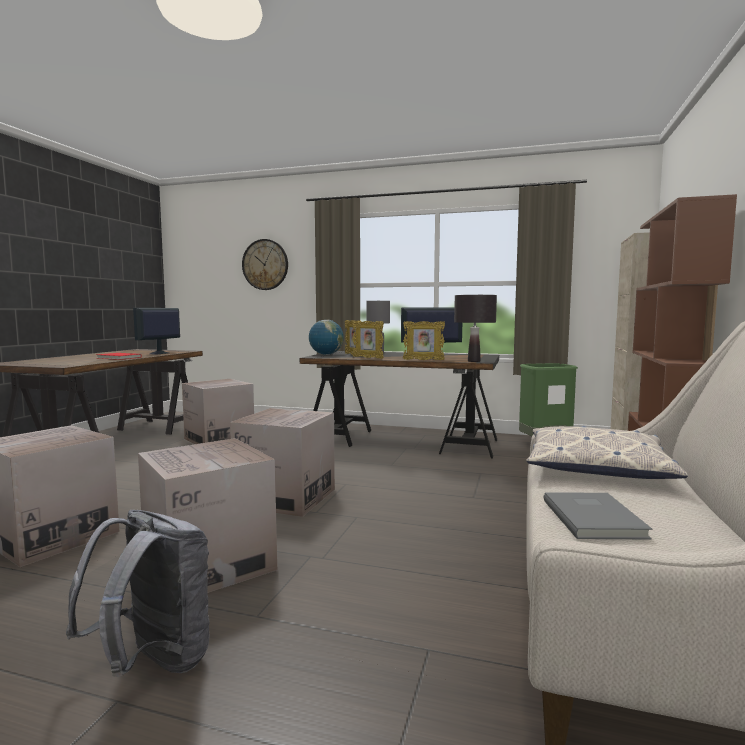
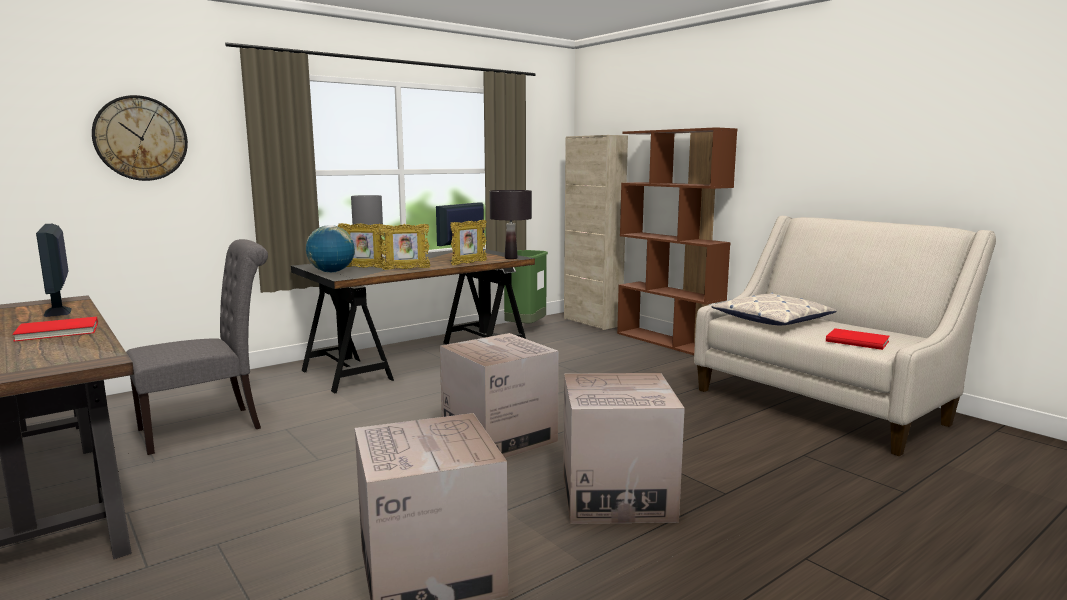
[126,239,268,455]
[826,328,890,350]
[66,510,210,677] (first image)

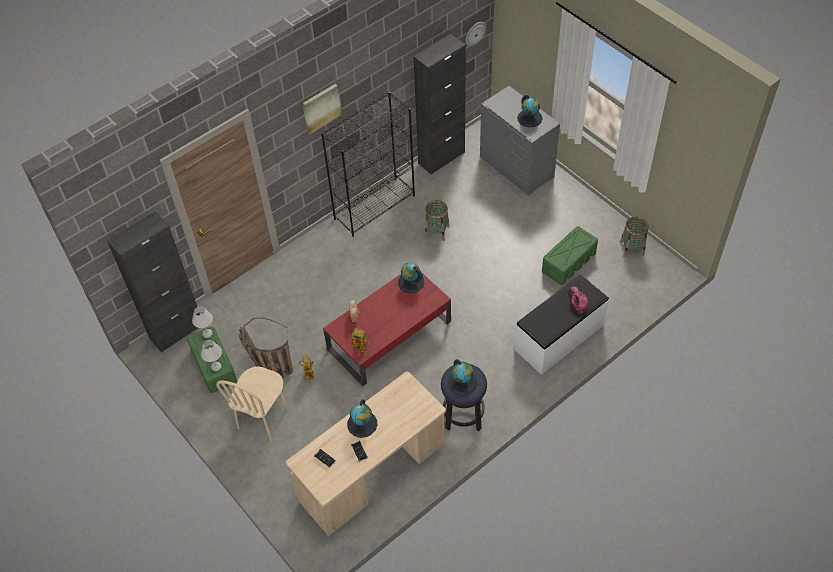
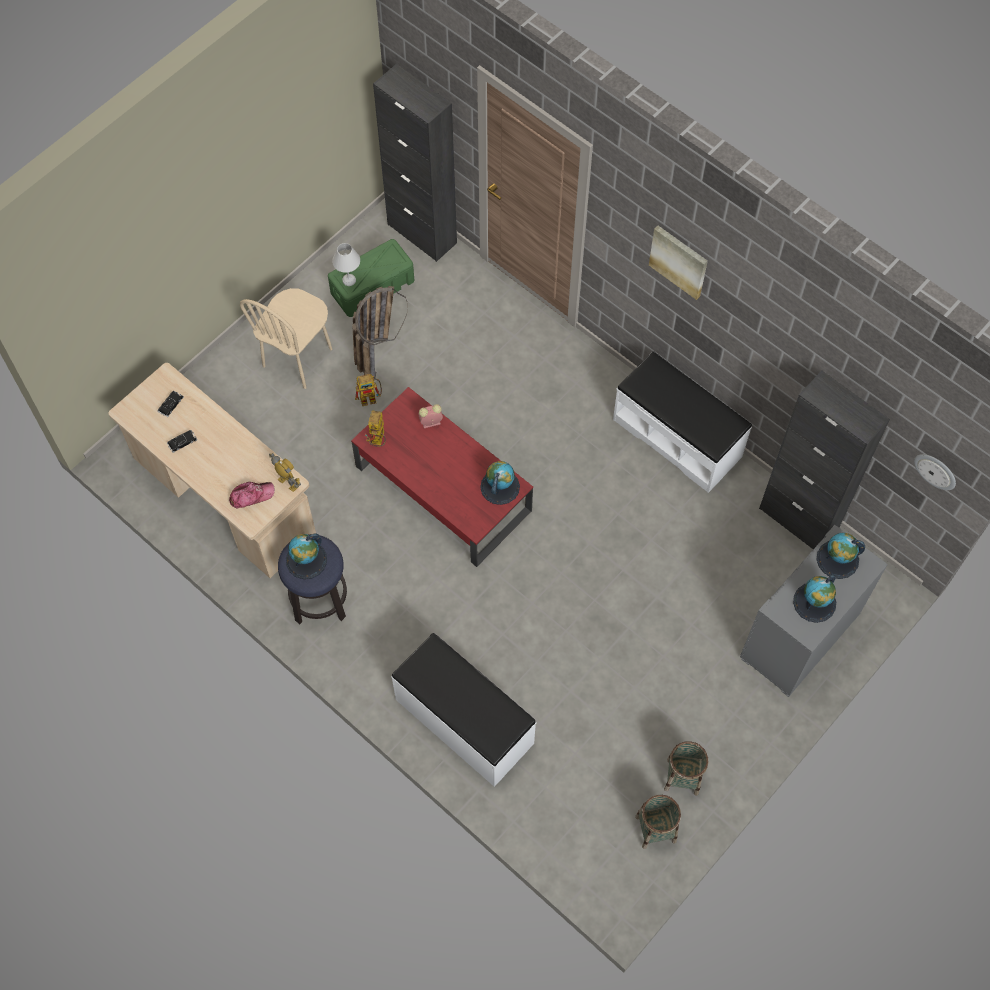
[613,351,752,493]
[664,741,708,796]
[542,226,598,285] (first image)
[229,482,275,508]
[192,307,213,338] (first image)
[240,288,332,389]
[816,533,865,579]
[269,453,301,492]

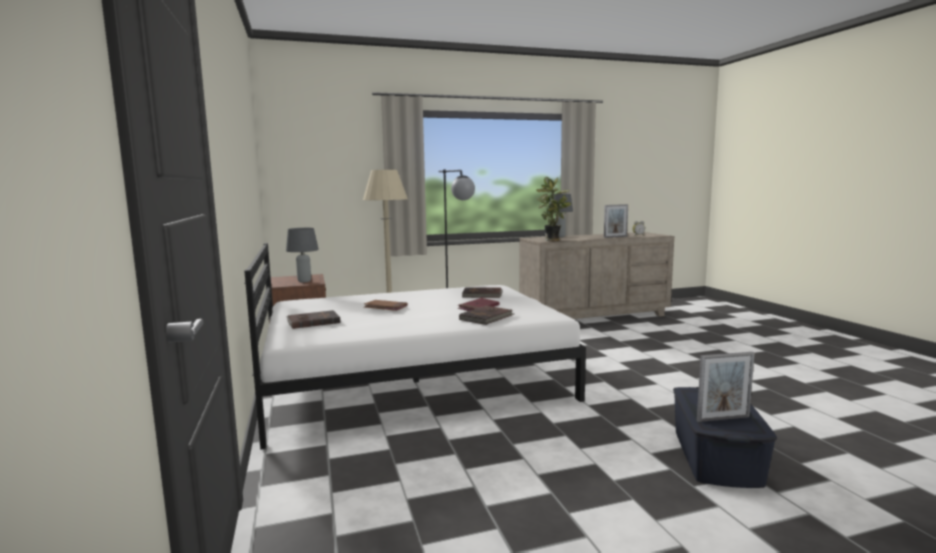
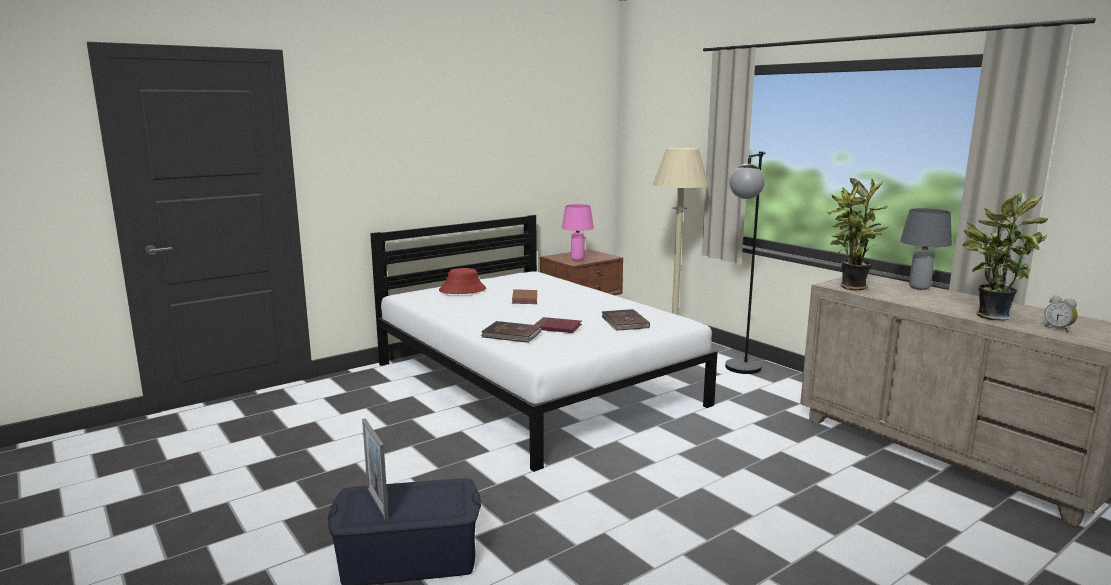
[962,191,1048,321]
[562,204,594,261]
[439,268,486,294]

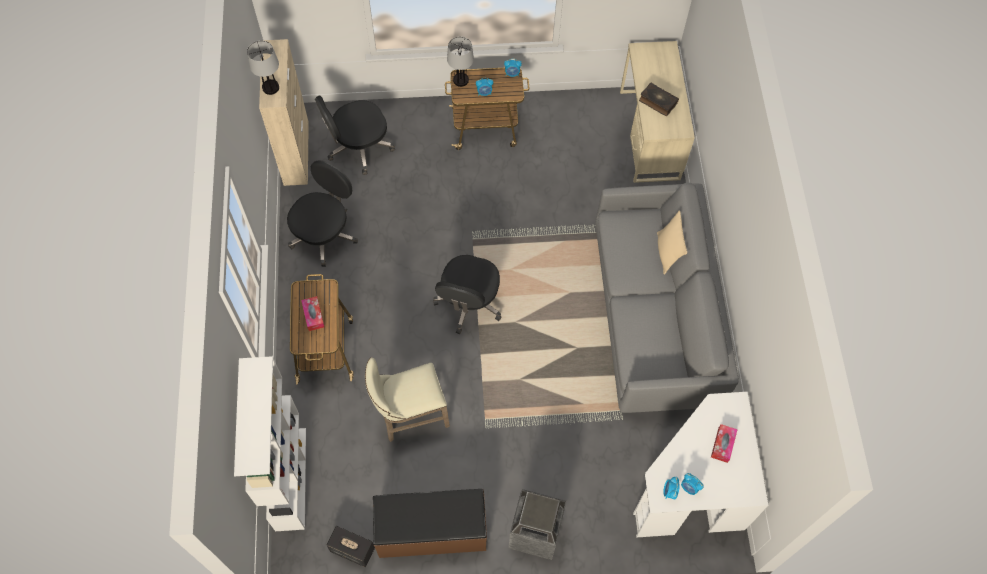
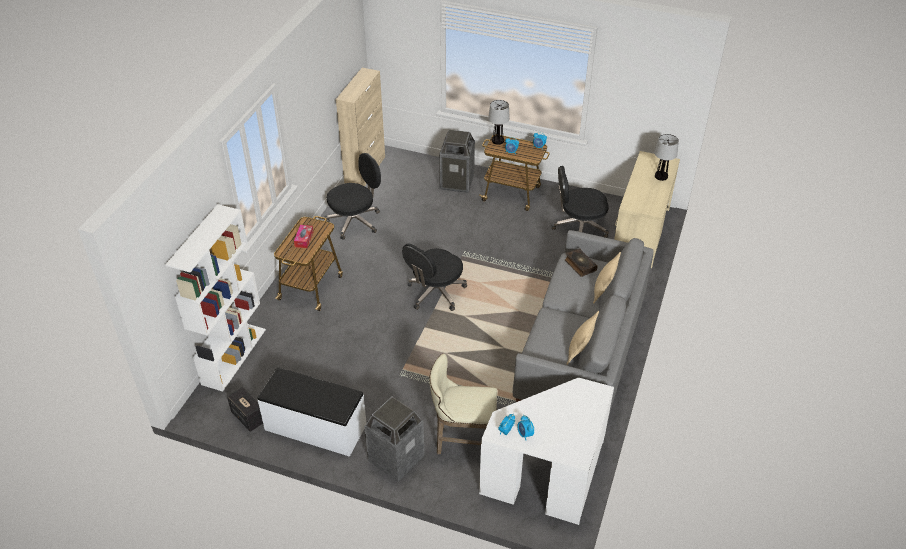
[655,134,679,181]
[565,248,597,277]
[552,166,609,238]
[429,353,498,454]
[711,424,738,463] (first image)
[258,367,366,457]
[439,130,475,193]
[566,311,599,365]

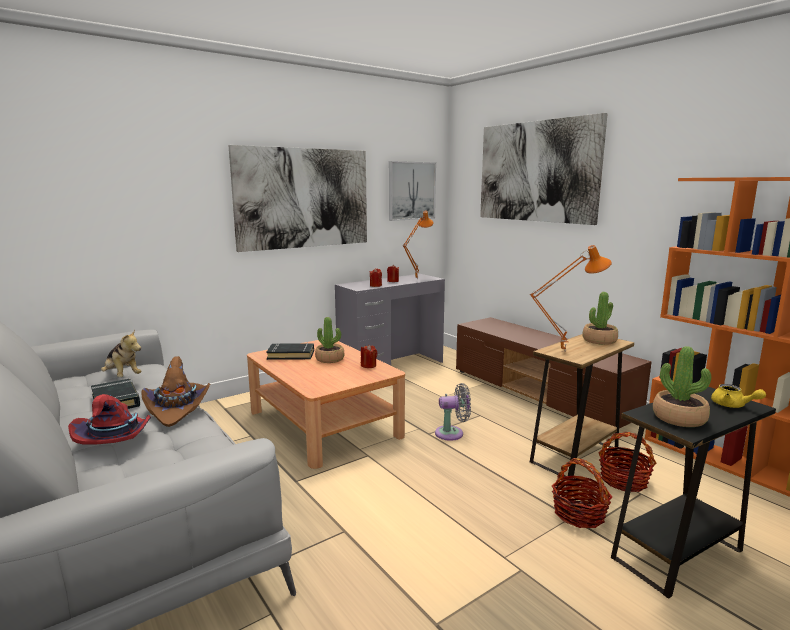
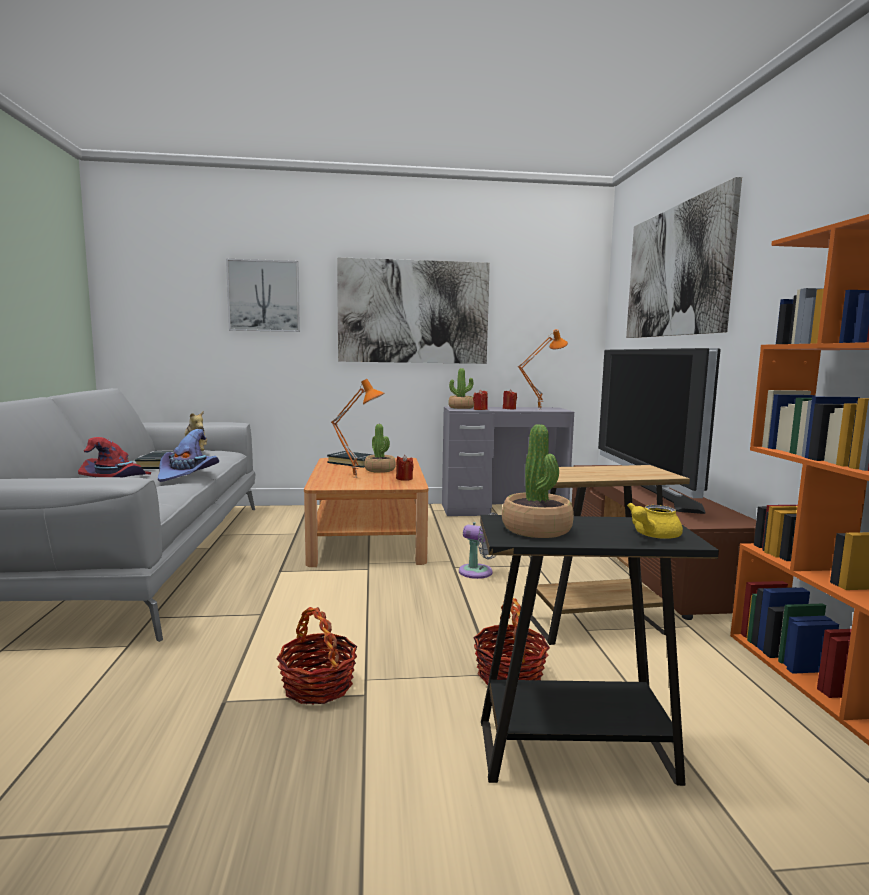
[226,259,300,332]
[331,379,385,478]
[448,368,474,409]
[158,429,219,482]
[627,503,683,539]
[276,607,357,705]
[598,348,721,514]

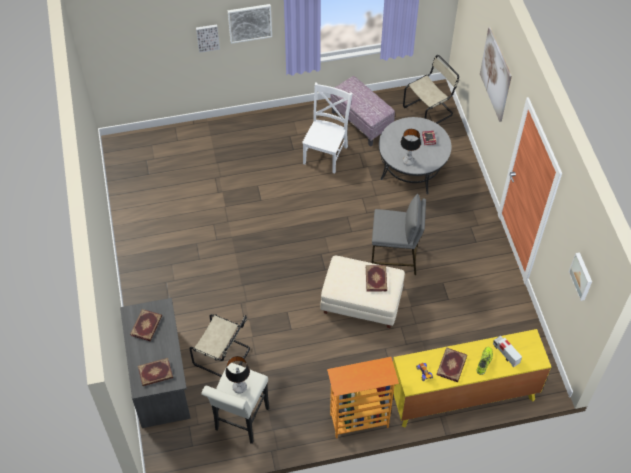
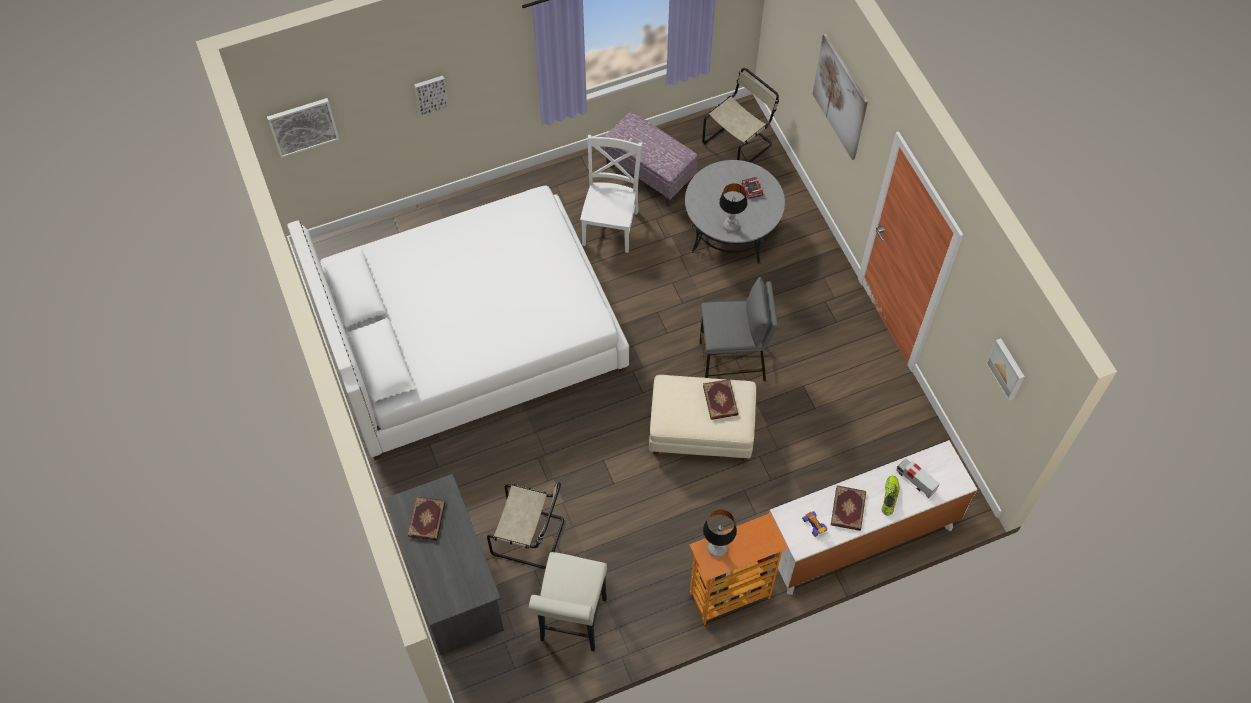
[267,98,339,158]
[769,440,977,595]
[703,510,737,557]
[138,358,173,386] (first image)
[287,186,629,460]

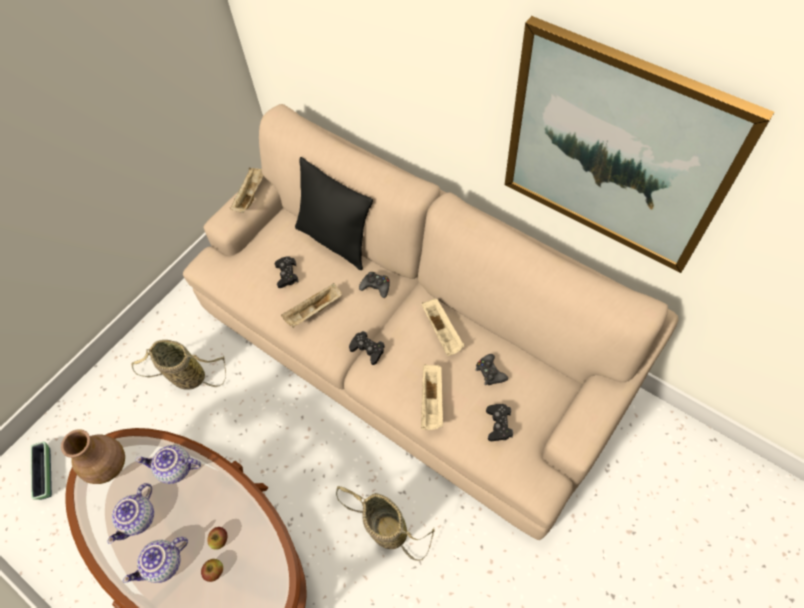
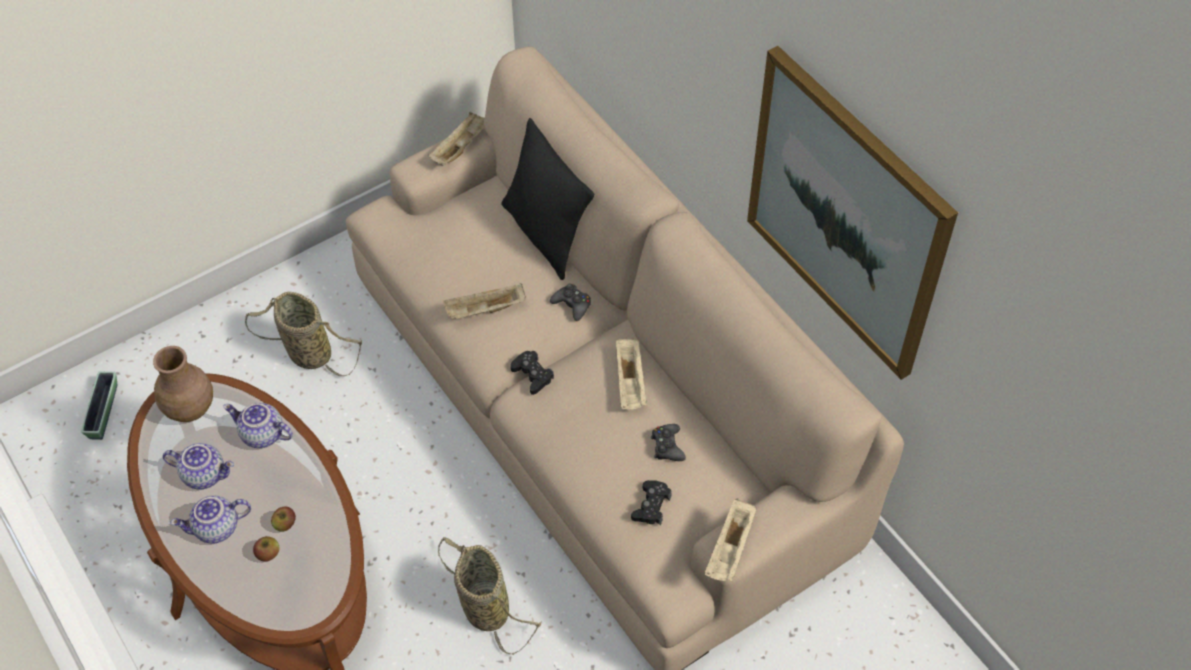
[275,256,299,288] (first image)
[705,498,757,581]
[163,443,234,490]

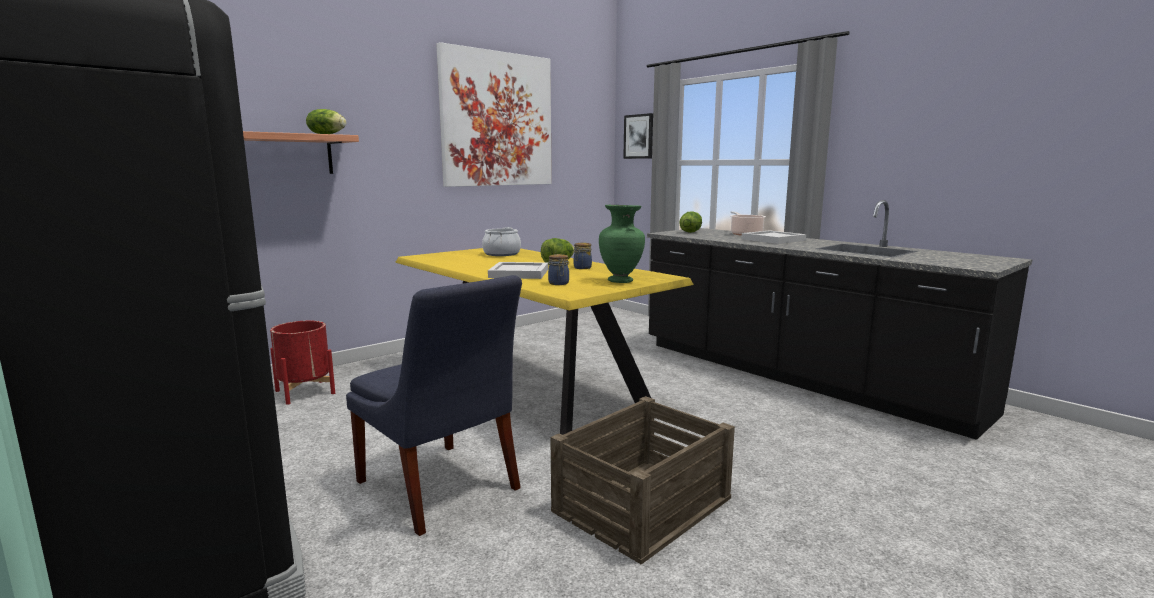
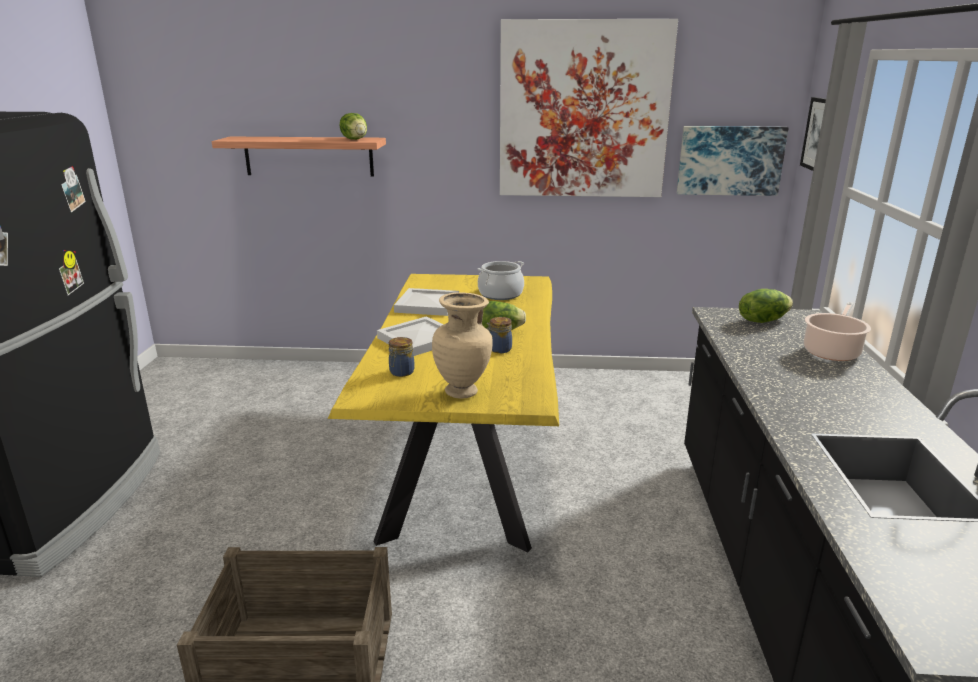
[432,292,493,399]
[394,288,459,316]
[346,275,522,536] (first image)
[270,321,335,405] (first image)
[677,126,789,196]

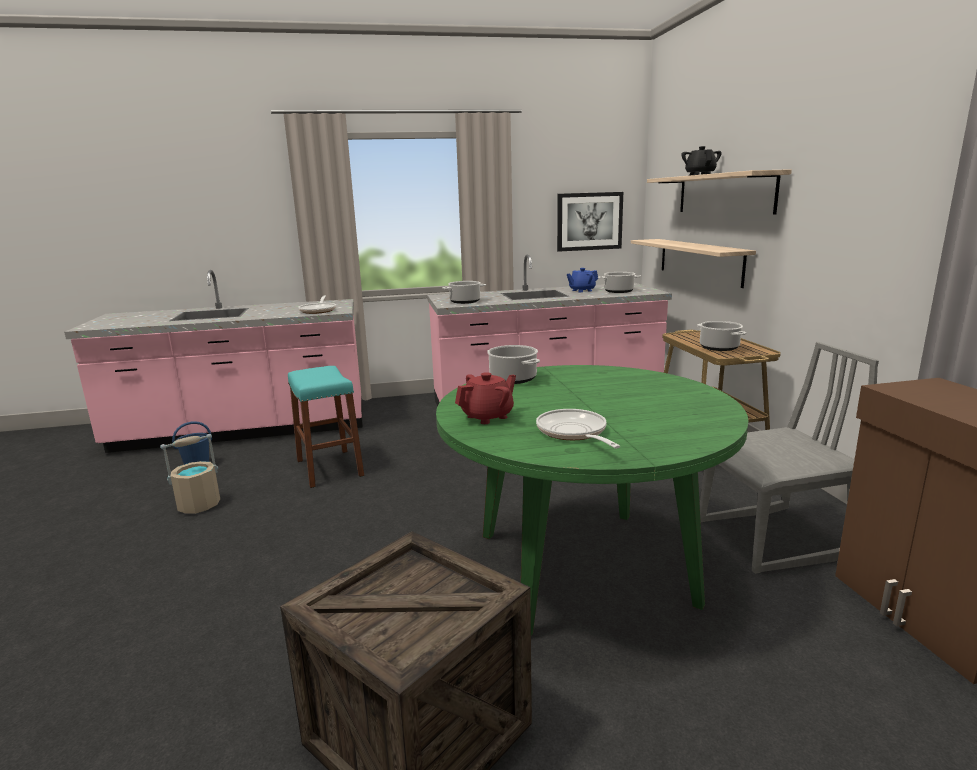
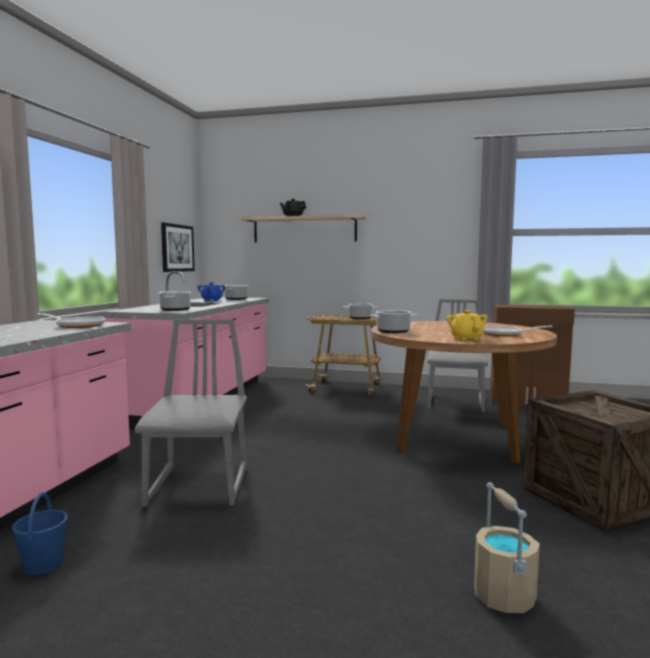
[631,239,756,288] (first image)
[371,321,557,463]
[135,319,247,507]
[447,310,488,341]
[474,482,540,613]

